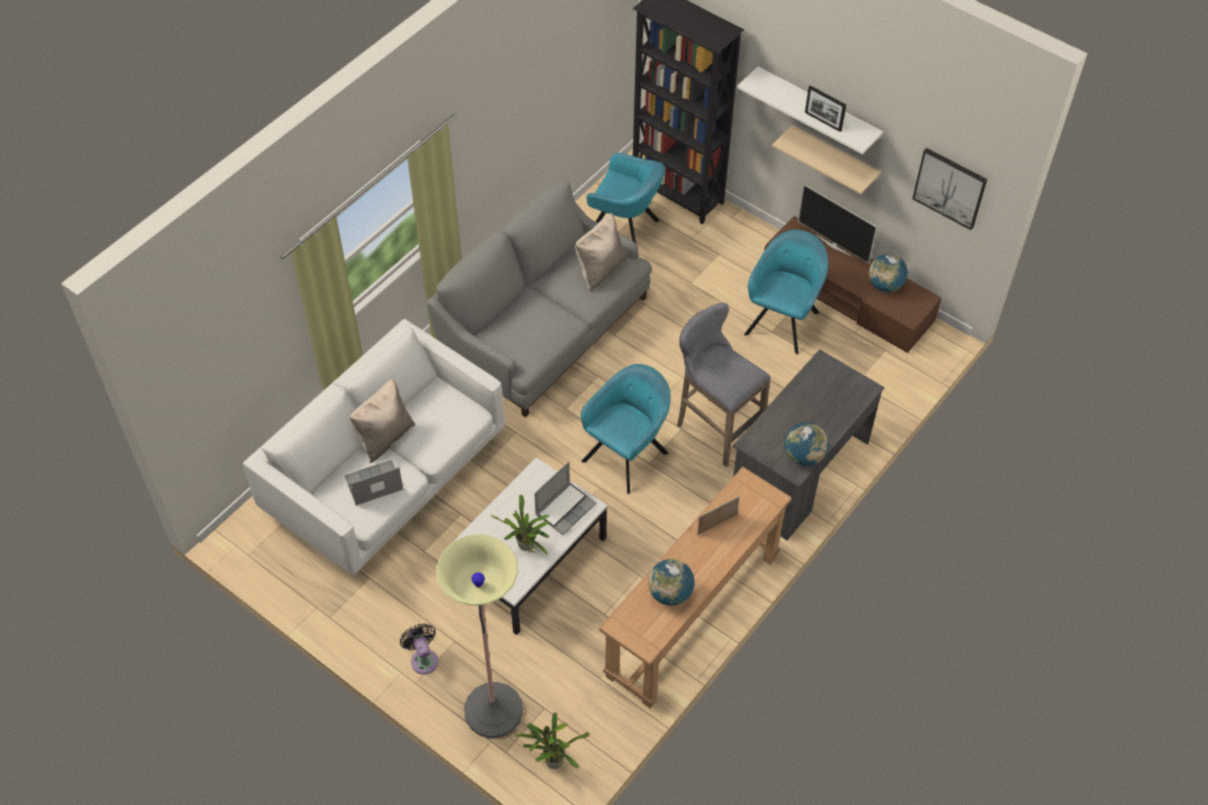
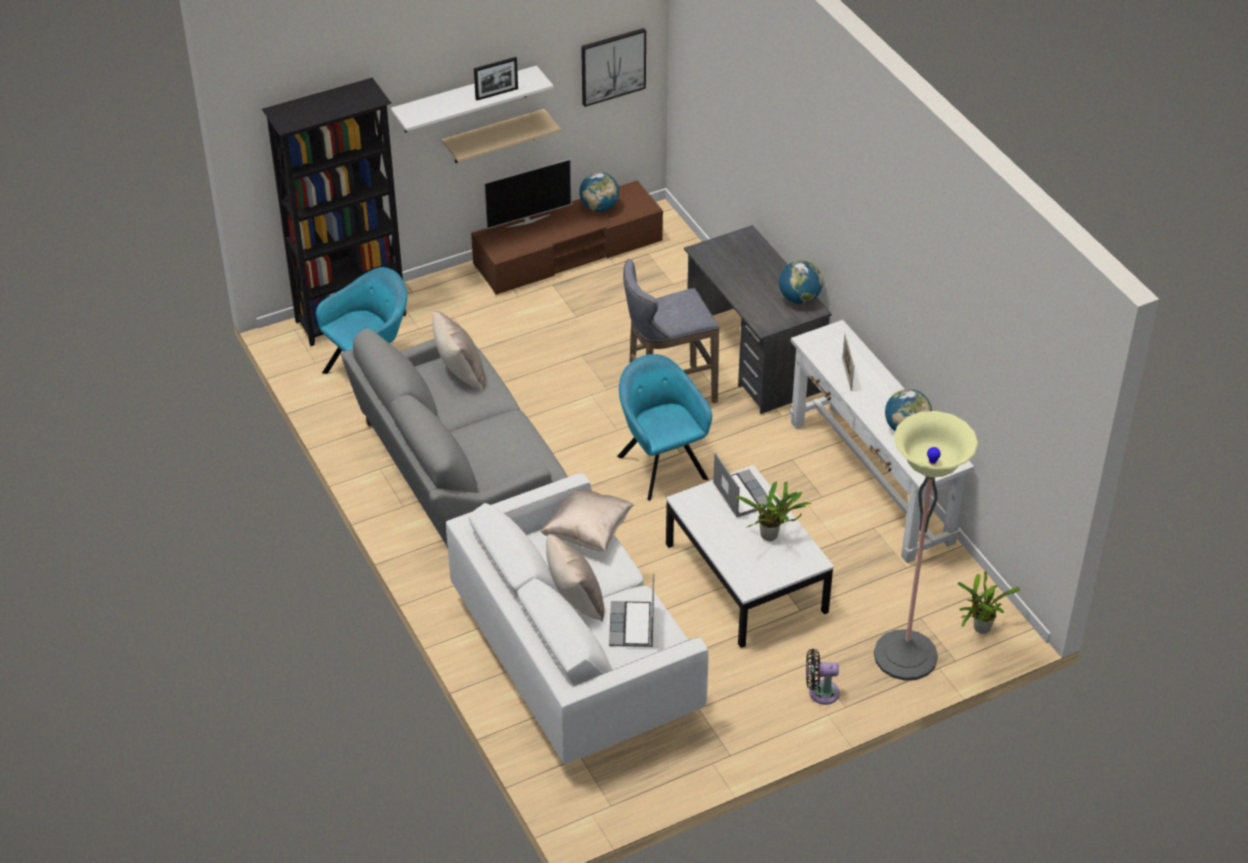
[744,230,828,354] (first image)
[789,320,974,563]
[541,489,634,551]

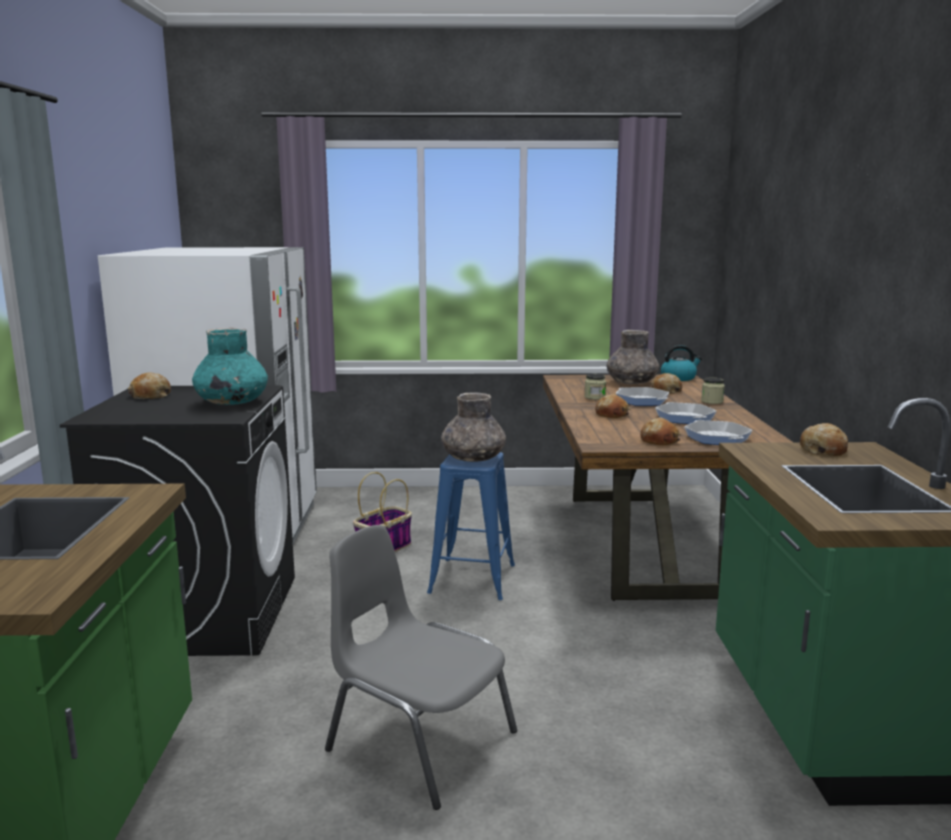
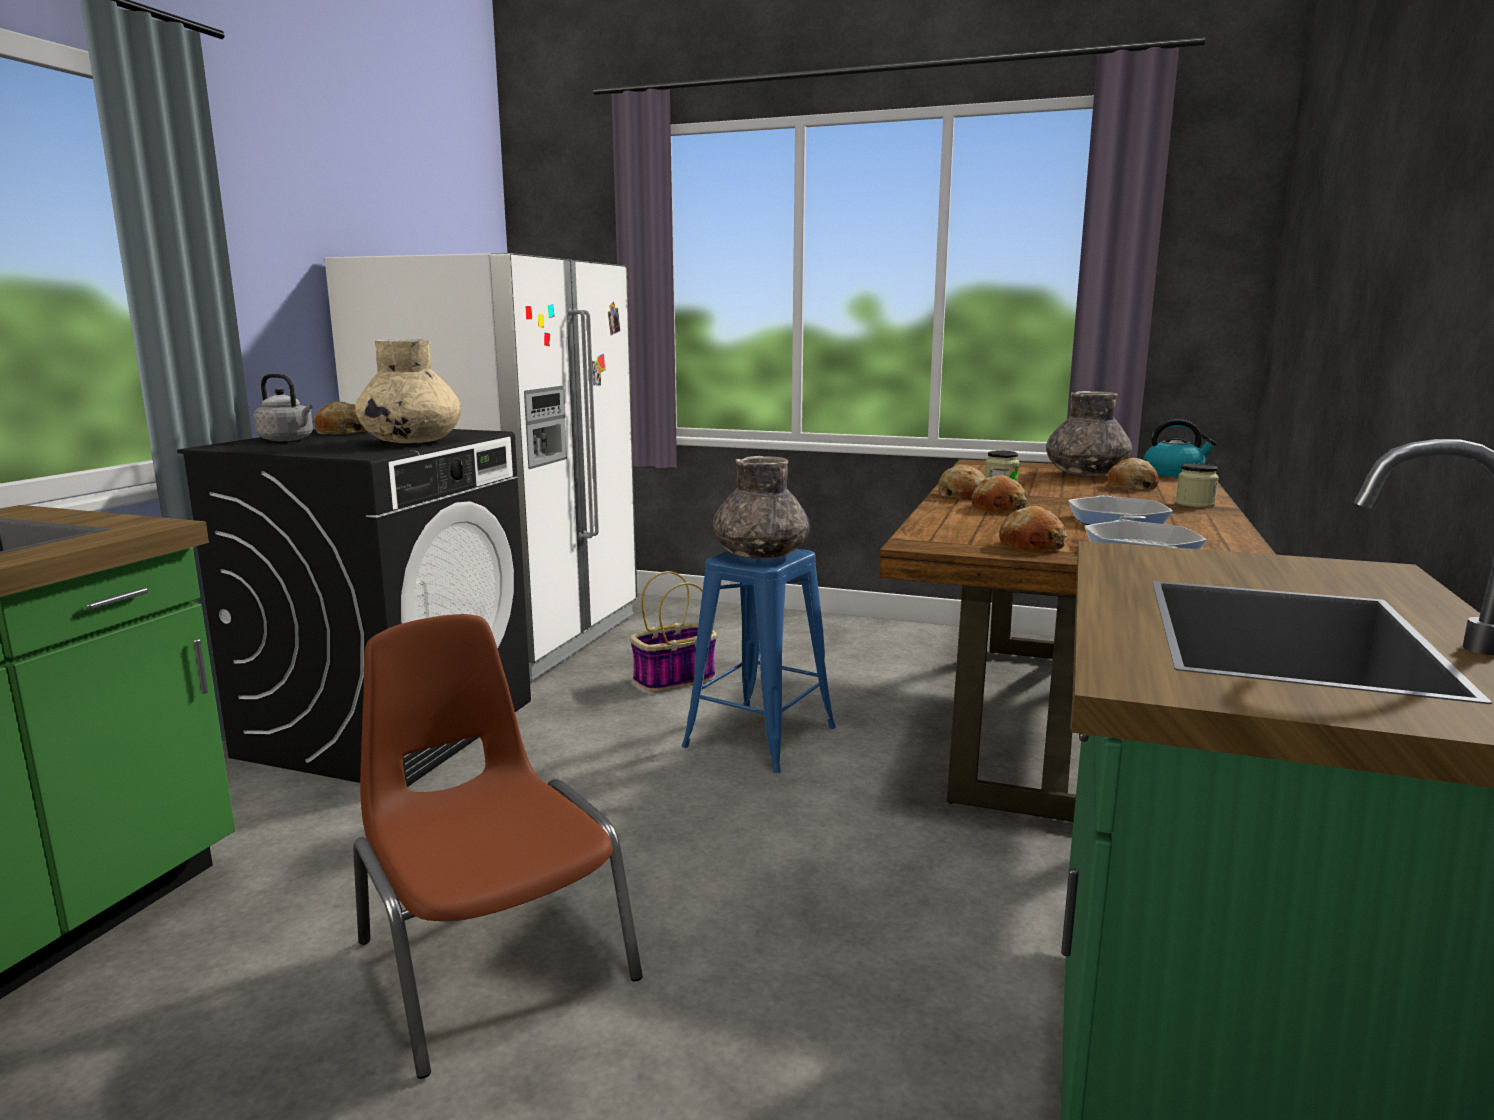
[355,339,461,443]
[616,387,669,406] (first image)
[938,465,986,500]
[353,614,643,1079]
[253,373,313,441]

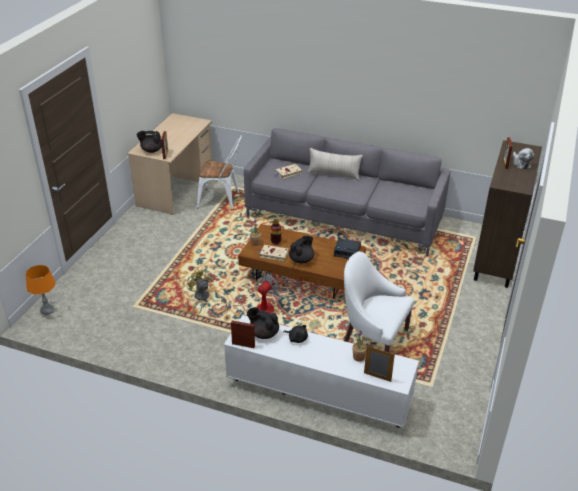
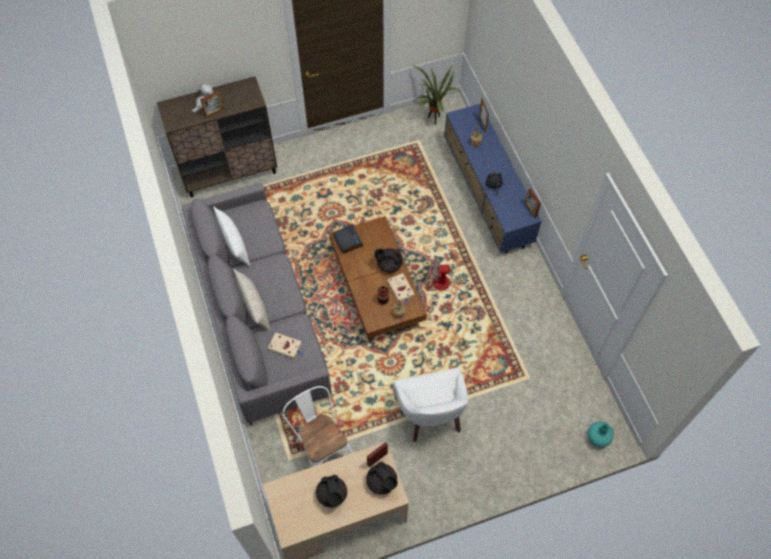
[393,368,469,442]
[588,422,614,447]
[187,269,212,314] (first image)
[316,474,347,507]
[444,103,542,253]
[412,65,460,125]
[213,207,250,266]

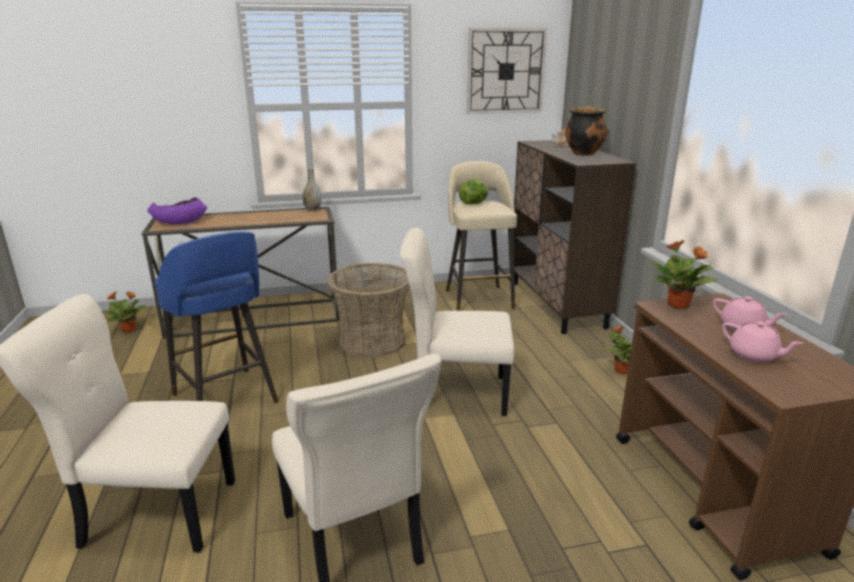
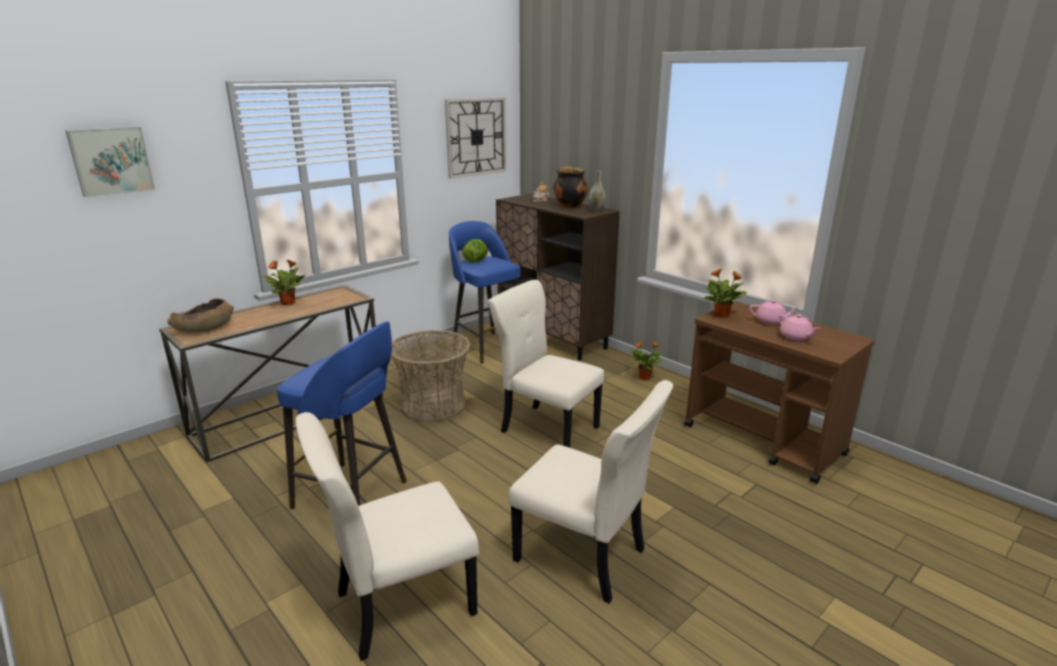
[449,221,521,364]
[588,171,606,211]
[167,298,234,333]
[488,280,604,448]
[262,260,305,305]
[779,314,821,341]
[65,127,155,197]

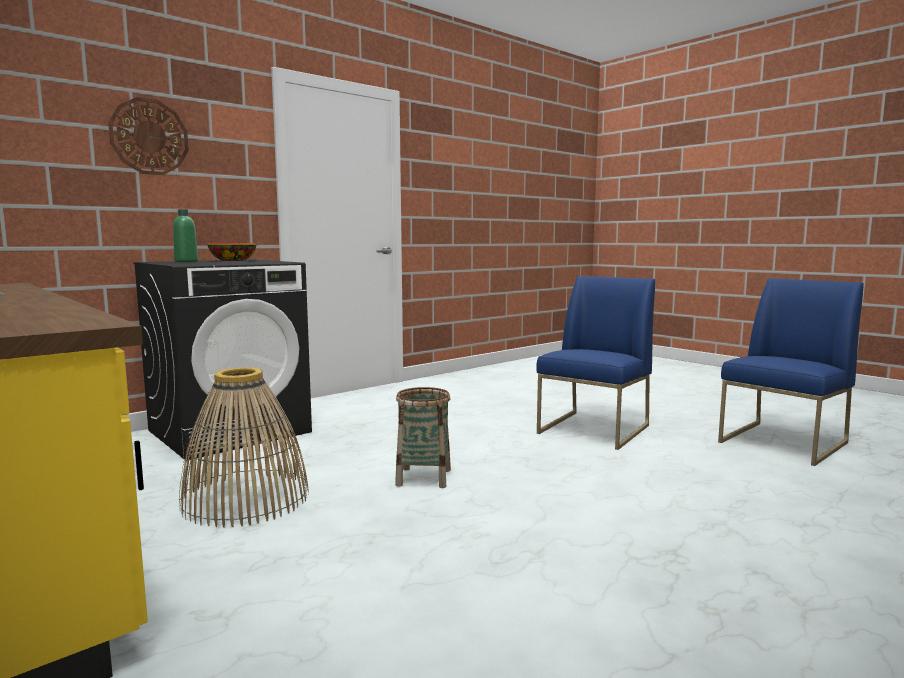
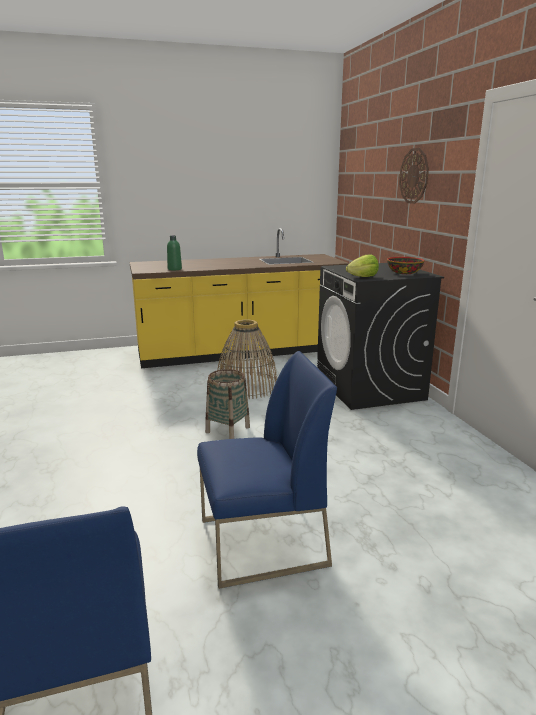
[167,236,182,270]
[197,351,337,589]
[346,255,379,277]

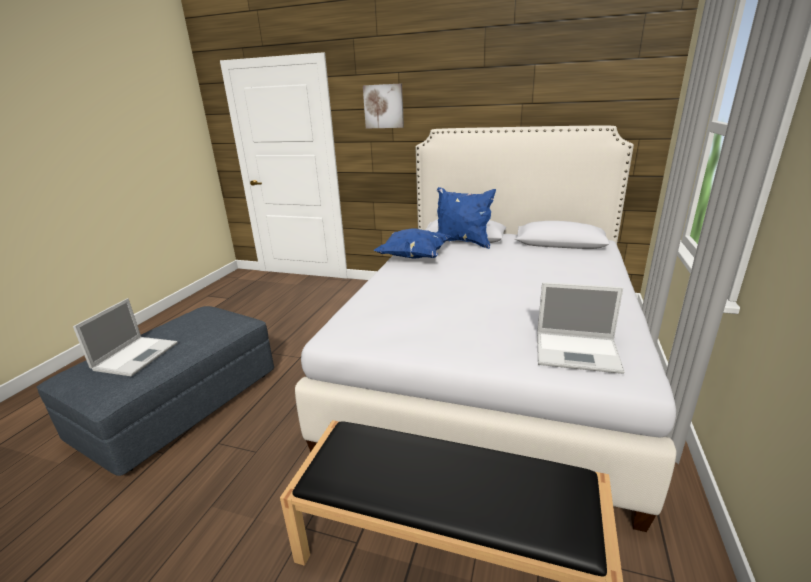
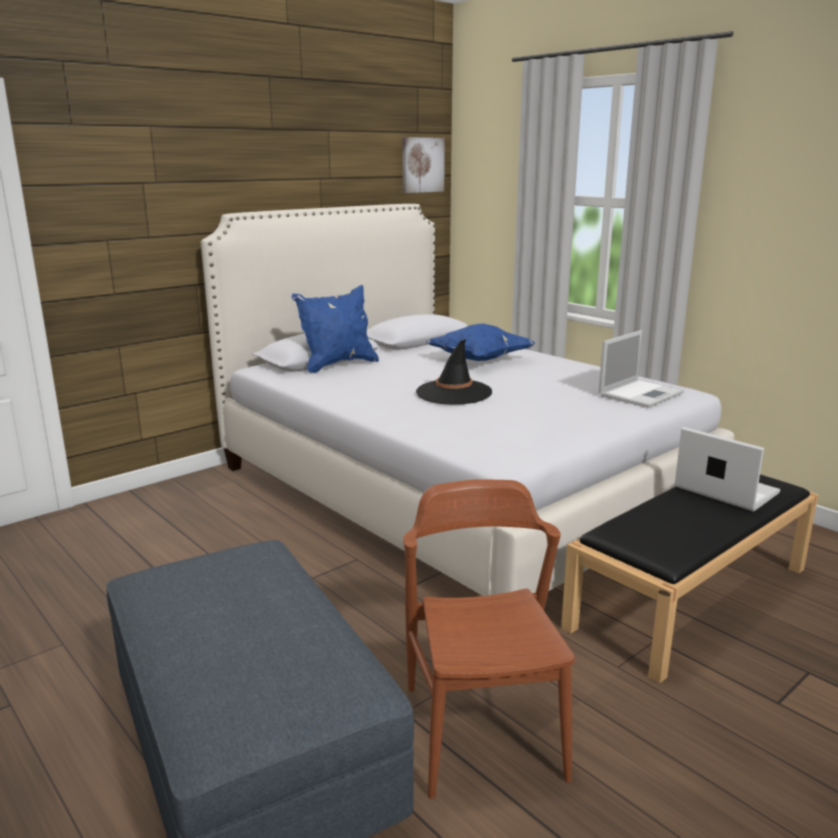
[402,137,445,193]
[427,324,535,361]
[675,427,780,512]
[416,339,492,405]
[403,479,575,799]

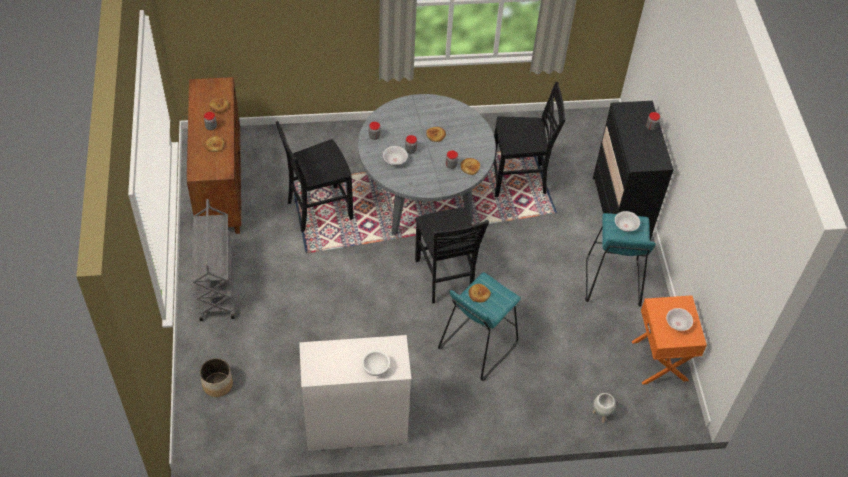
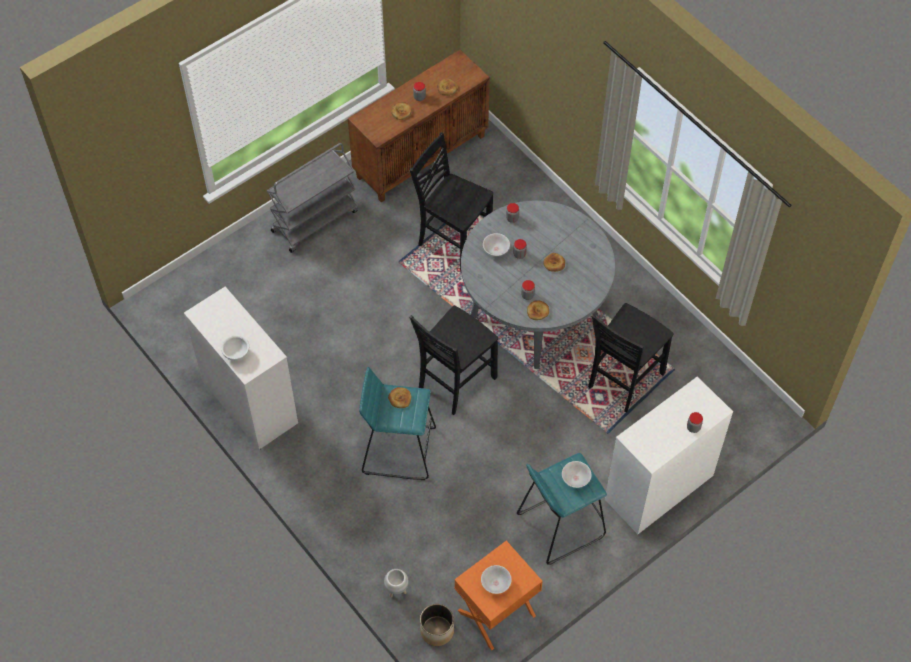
[588,303,674,412]
[605,376,733,534]
[420,604,454,646]

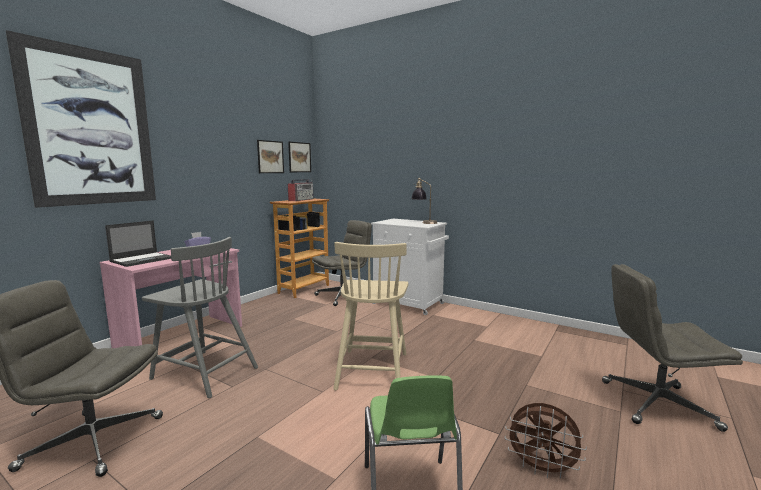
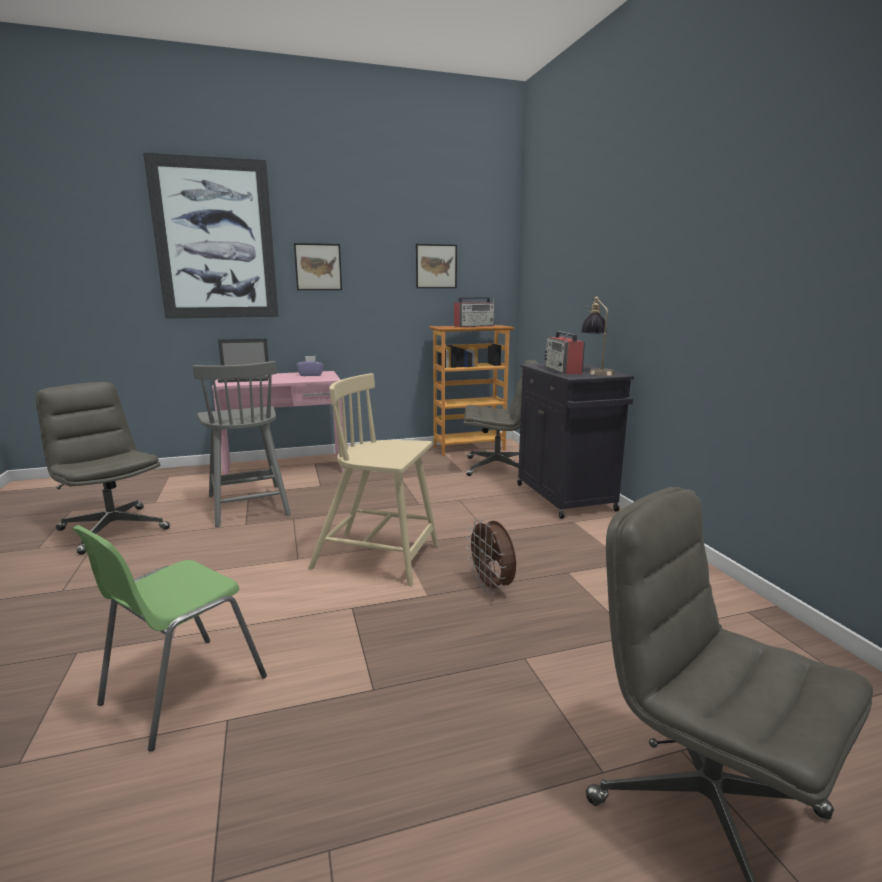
[294,243,342,290]
[517,364,634,519]
[308,373,438,586]
[466,519,516,594]
[544,331,585,374]

